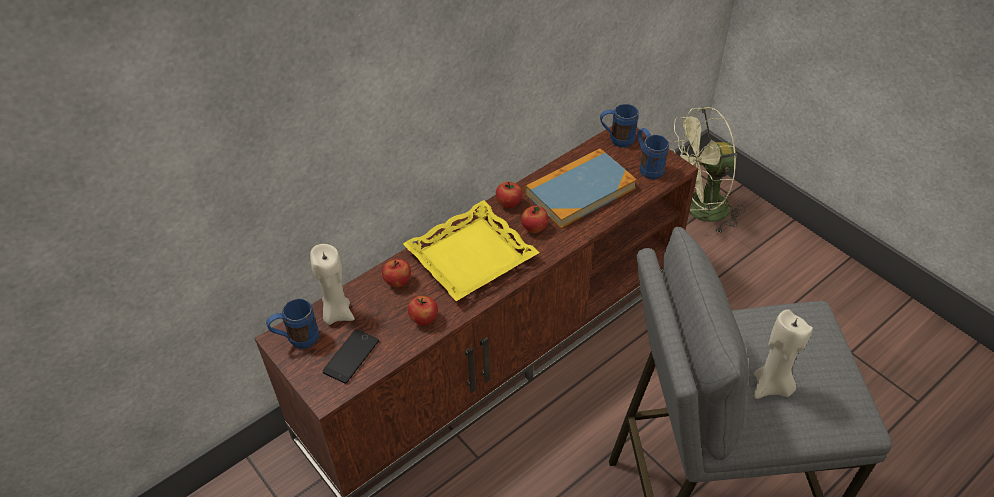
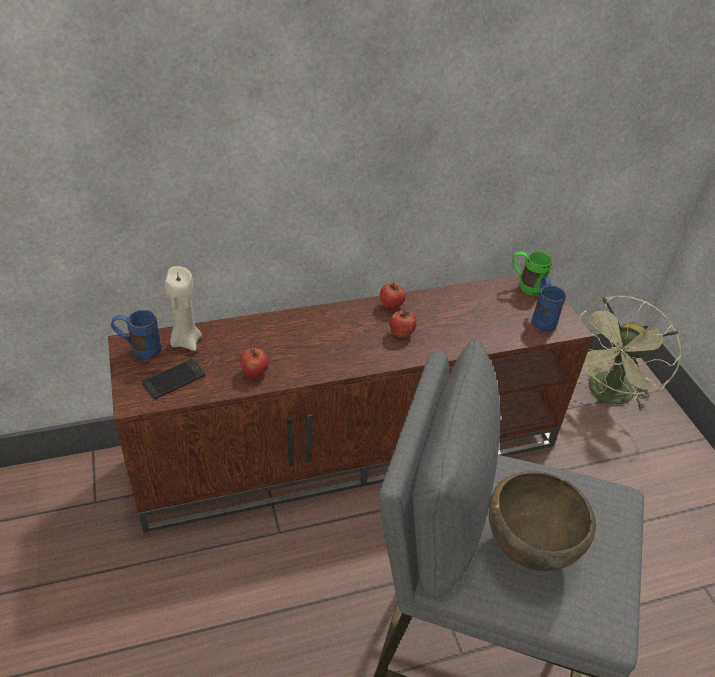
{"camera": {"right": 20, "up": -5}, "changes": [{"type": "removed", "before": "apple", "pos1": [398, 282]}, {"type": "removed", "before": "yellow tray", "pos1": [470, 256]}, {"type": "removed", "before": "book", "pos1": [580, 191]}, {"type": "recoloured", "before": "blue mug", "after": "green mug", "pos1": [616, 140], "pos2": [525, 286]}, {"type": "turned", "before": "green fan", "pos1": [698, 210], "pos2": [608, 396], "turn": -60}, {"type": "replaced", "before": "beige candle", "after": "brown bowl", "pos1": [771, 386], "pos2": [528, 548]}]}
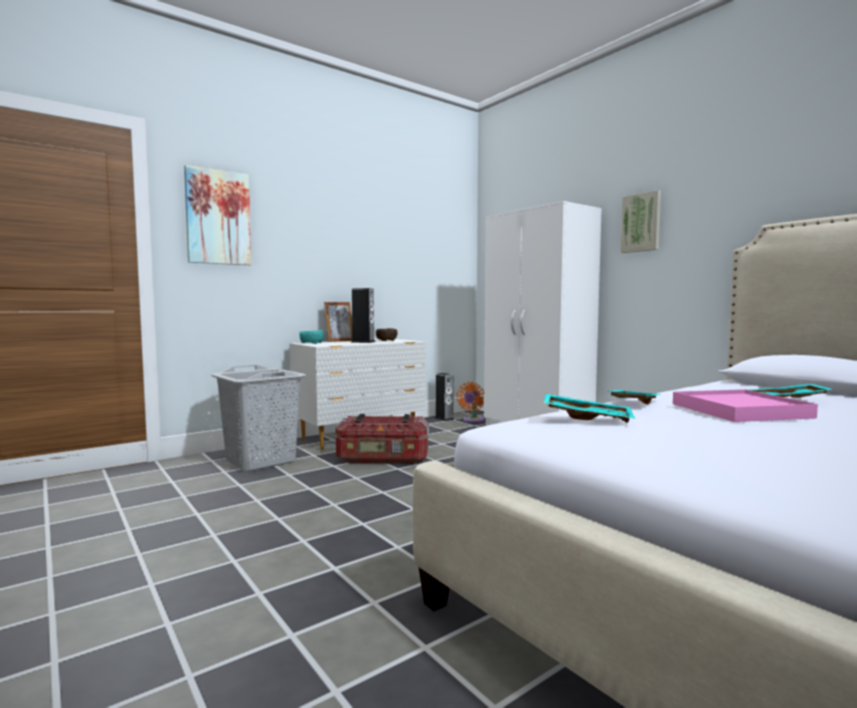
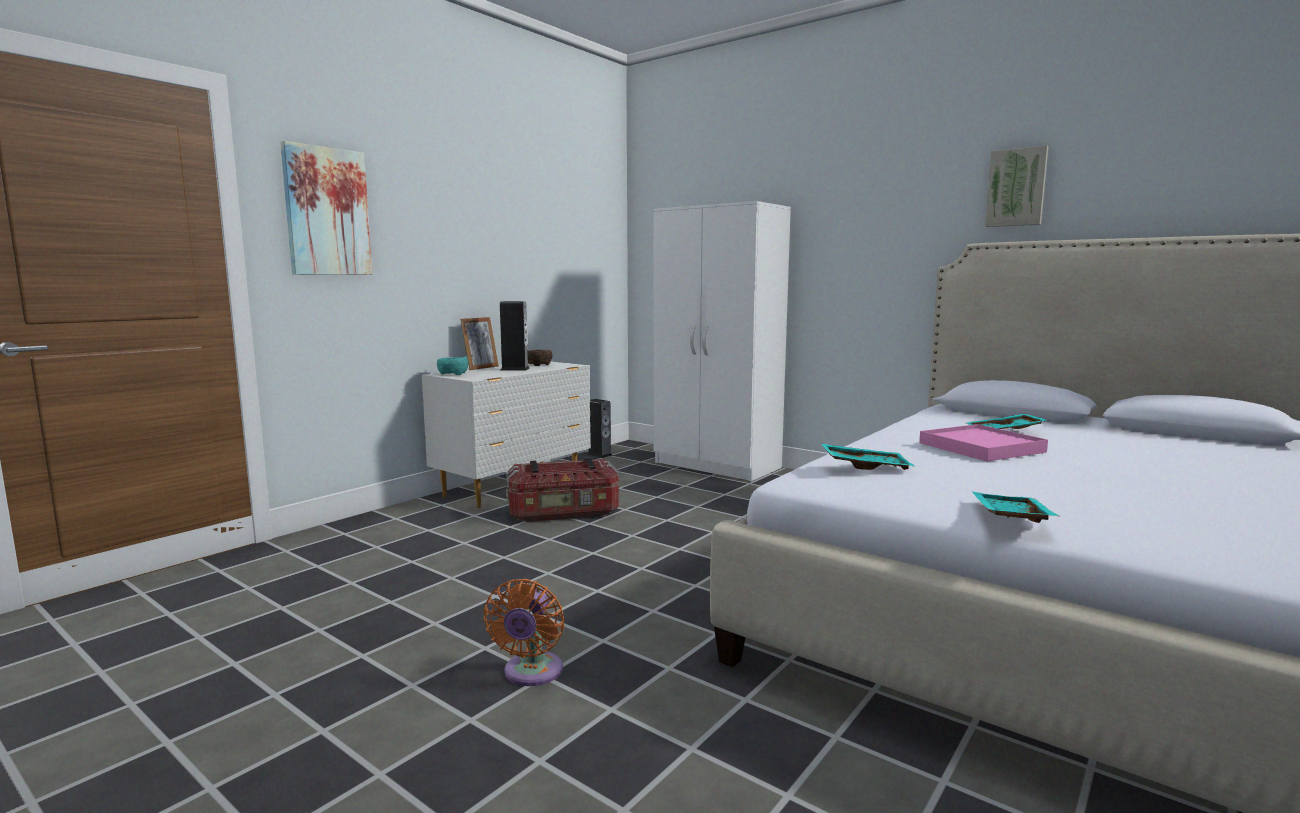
{"camera": {"right": -15, "up": 5}, "changes": [{"type": "removed", "before": "grey laundry basket", "pos1": [261, 461]}, {"type": "moved", "before": "orange fan", "pos1": [472, 421], "pos2": [531, 673]}, {"type": "moved", "before": "turquoise tray", "pos1": [632, 403], "pos2": [1008, 518]}, {"type": "moved", "before": "picture", "pos1": [641, 222], "pos2": [1016, 188]}]}
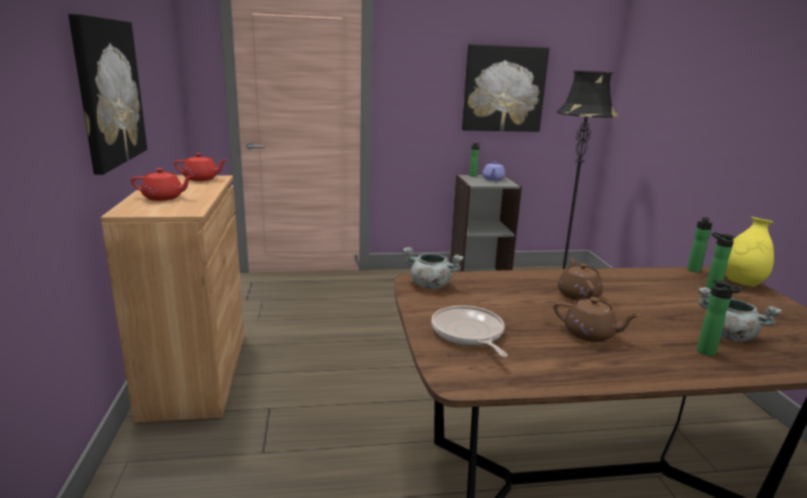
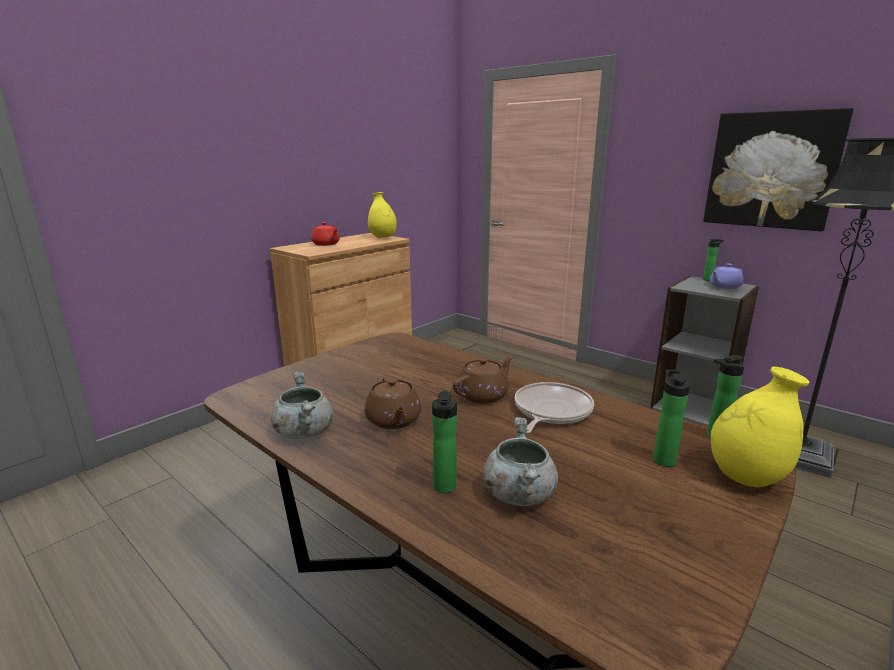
{"camera": {"right": 50, "up": 0}, "changes": [{"type": "removed", "before": "picture", "pos1": [108, 92]}, {"type": "replaced", "before": "red teapot", "after": "yellow vase", "pos1": [201, 179], "pos2": [383, 238]}, {"type": "moved", "before": "grey cooking pot", "pos1": [430, 285], "pos2": [304, 432]}, {"type": "moved", "before": "frying pan", "pos1": [468, 333], "pos2": [550, 411]}]}
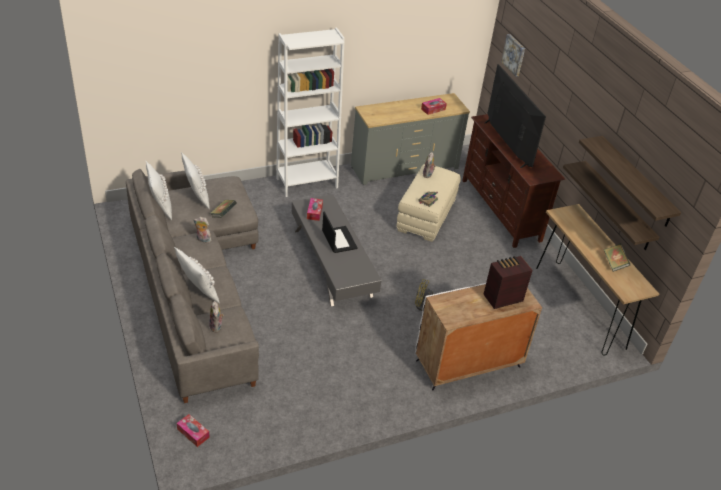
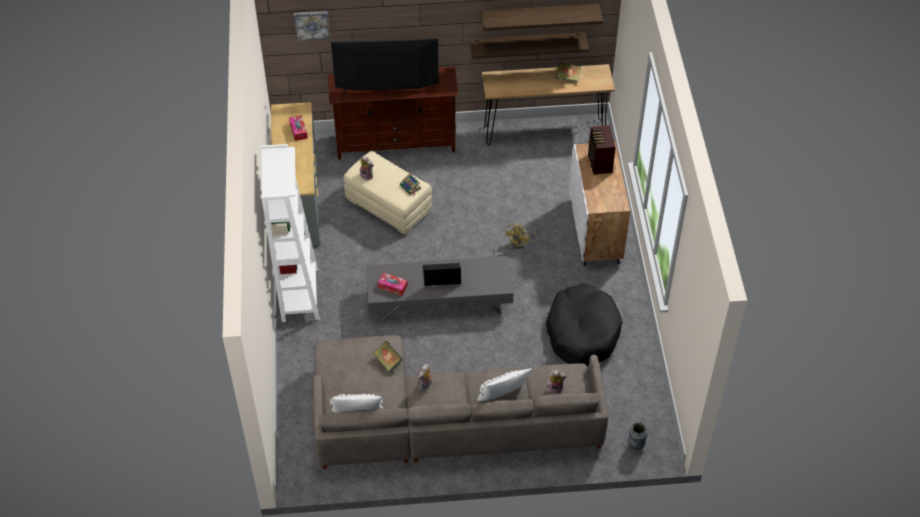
{"camera": {"right": -70, "up": 10}, "changes": [{"type": "replaced", "before": "tissue box", "after": "vase", "pos1": [193, 433], "pos2": [636, 444]}, {"type": "removed", "before": "white pillow", "pos1": [196, 197]}, {"type": "added", "after": "black dog bed", "pos2": [582, 332]}]}
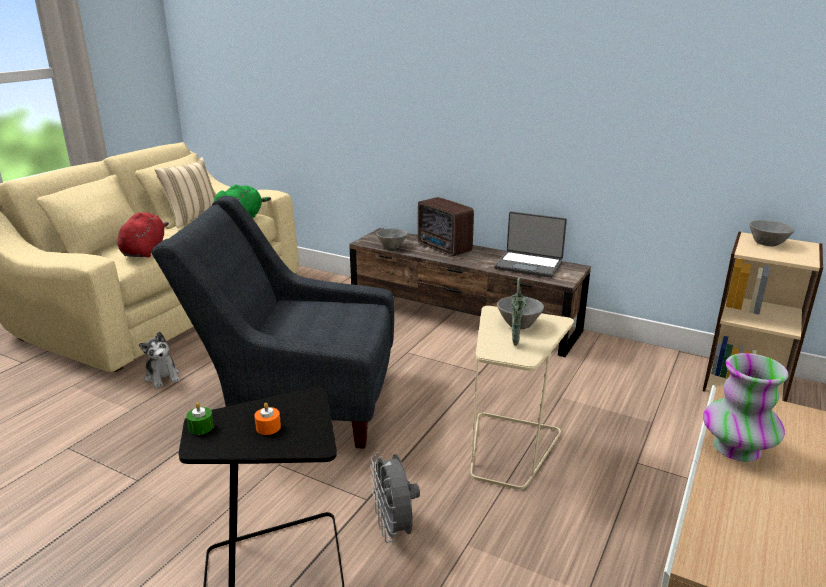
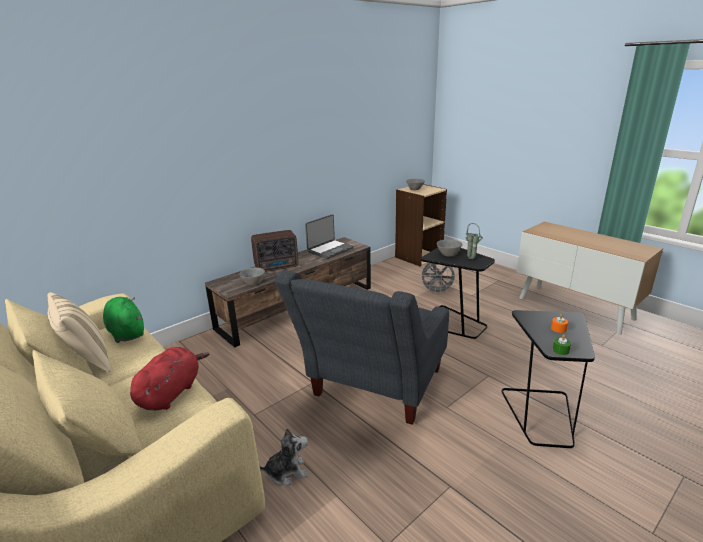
{"camera": {"right": -70, "up": 0}, "changes": [{"type": "turned", "before": "red plush toy", "pos1": [144, 251], "pos2": [171, 392], "turn": 90}, {"type": "moved", "before": "grey fan", "pos1": [394, 529], "pos2": [437, 292]}, {"type": "recoloured", "before": "beige side table", "after": "black side table", "pos1": [509, 449], "pos2": [453, 323]}, {"type": "removed", "before": "vase", "pos1": [736, 448]}]}
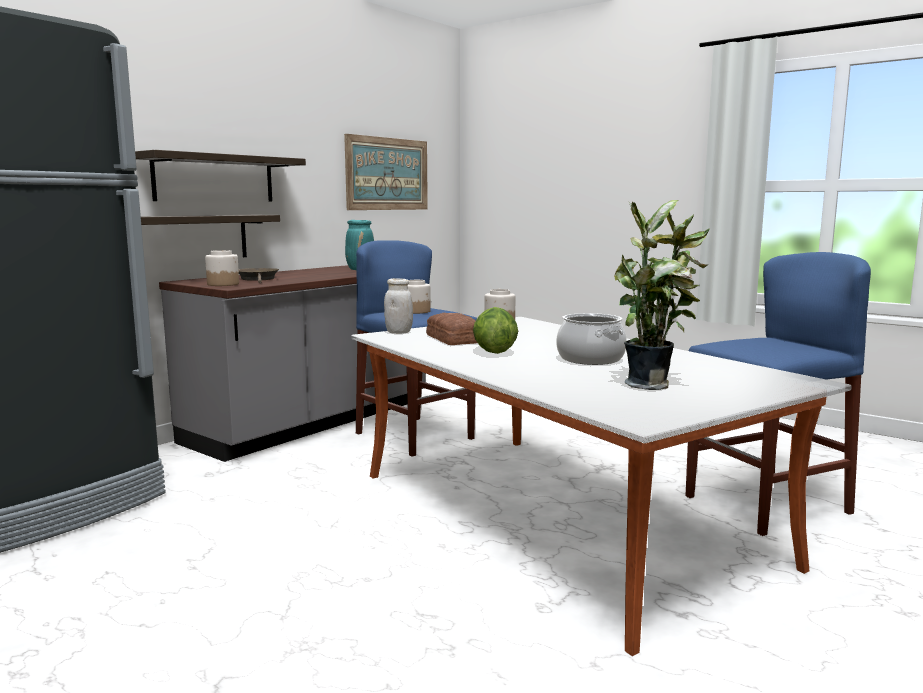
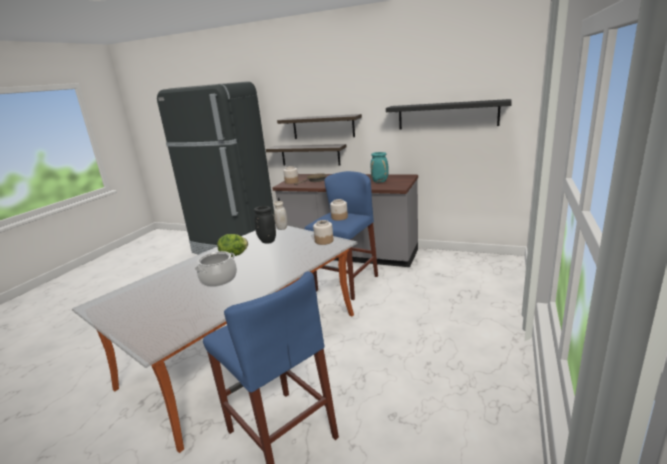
{"camera": {"right": 75, "up": 10}, "changes": [{"type": "replaced", "before": "picture", "after": "black shelf", "pos1": [387, 174], "pos2": [447, 115]}, {"type": "replaced", "before": "bread", "after": "black vase", "pos1": [452, 339], "pos2": [267, 241]}, {"type": "removed", "before": "potted plant", "pos1": [652, 385]}]}
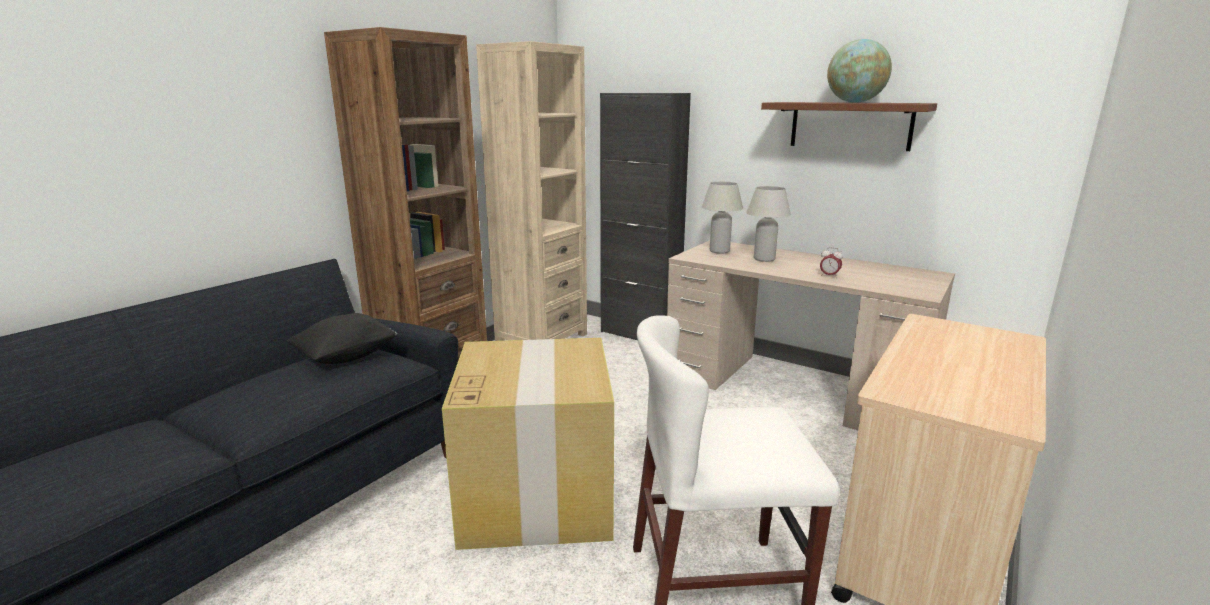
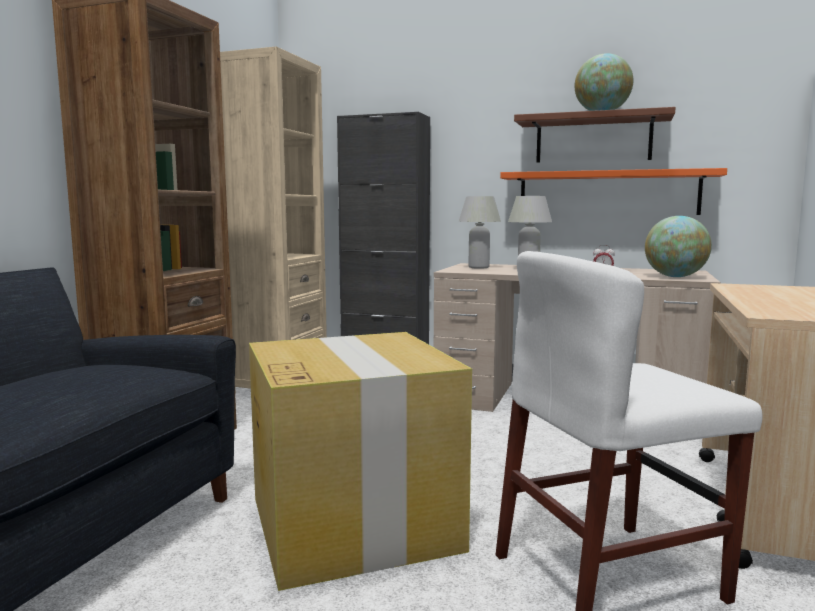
{"camera": {"right": -15, "up": -10}, "changes": [{"type": "removed", "before": "black pillow", "pos1": [346, 357]}, {"type": "added", "after": "orange shelf", "pos2": [607, 193]}, {"type": "added", "after": "globe", "pos2": [675, 277]}]}
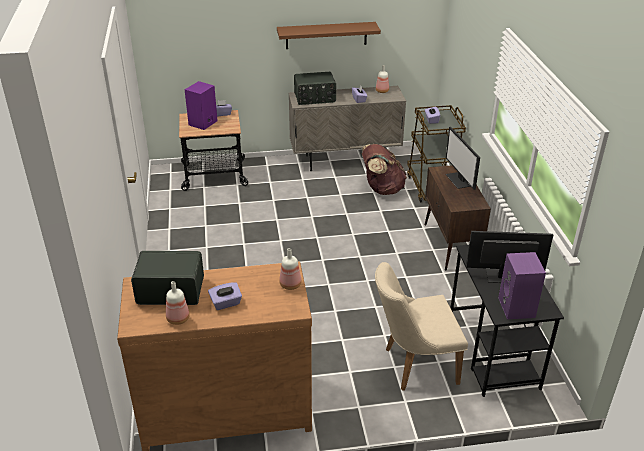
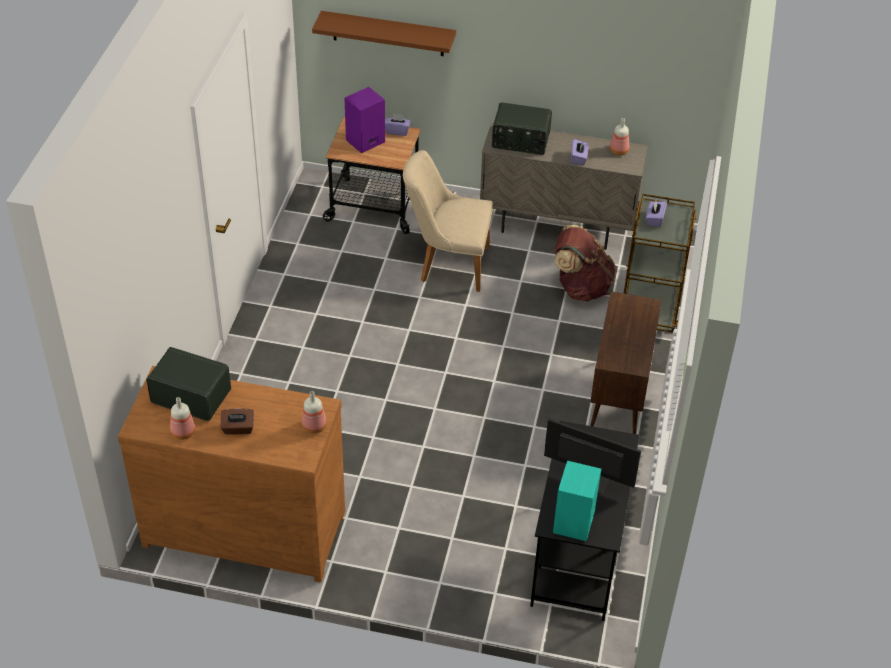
{"camera": {"right": 20, "up": 10}, "changes": [{"type": "recoloured", "before": "purple tissue box", "after": "brown tissue box", "pos1": [226, 303], "pos2": [238, 429]}, {"type": "moved", "before": "brown shelf", "pos1": [326, 35], "pos2": [388, 33]}, {"type": "moved", "before": "beige chair", "pos1": [413, 365], "pos2": [447, 264]}, {"type": "removed", "before": "monitor", "pos1": [459, 180]}, {"type": "recoloured", "before": "purple speaker", "after": "turquoise speaker", "pos1": [517, 308], "pos2": [574, 523]}]}
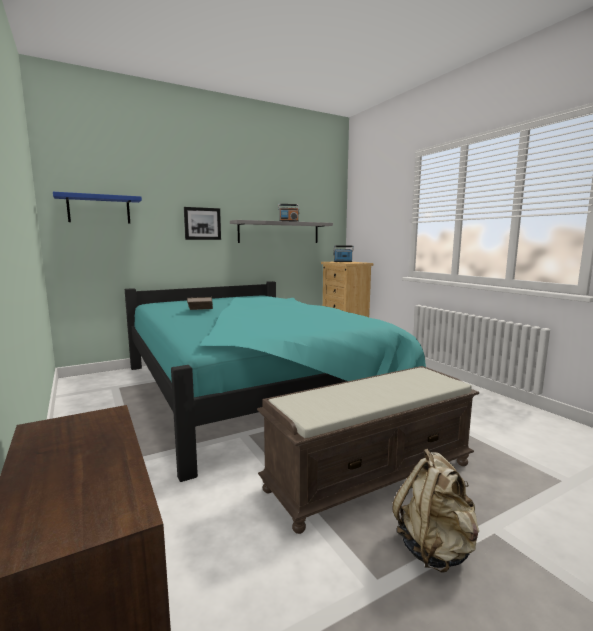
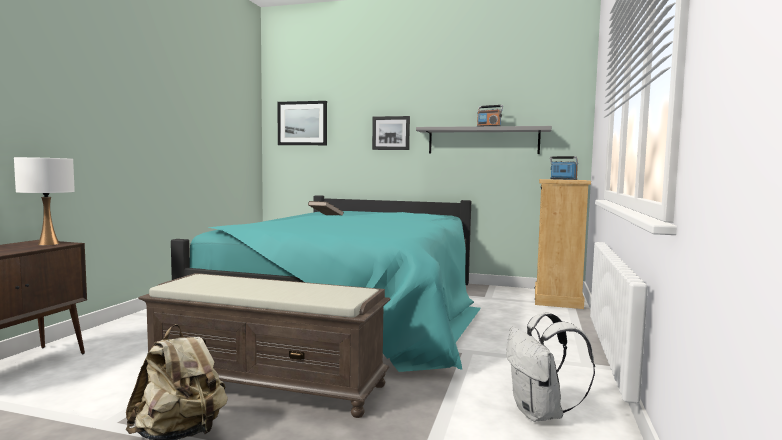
{"camera": {"right": 45, "up": -5}, "changes": [{"type": "replaced", "before": "blue shelf", "after": "picture", "pos1": [99, 209], "pos2": [302, 123]}, {"type": "added", "after": "white table lamp", "pos2": [49, 244]}, {"type": "added", "after": "white backpack", "pos2": [541, 414]}]}
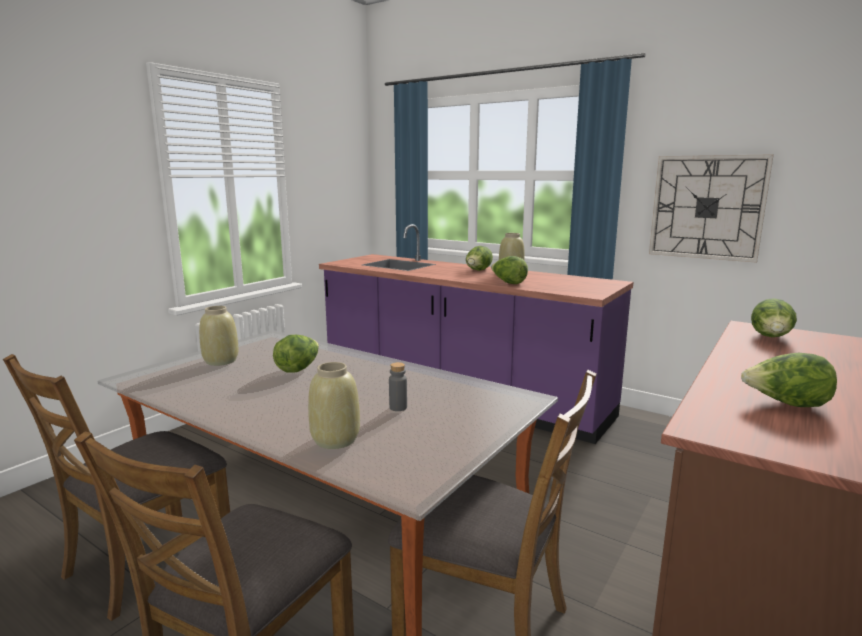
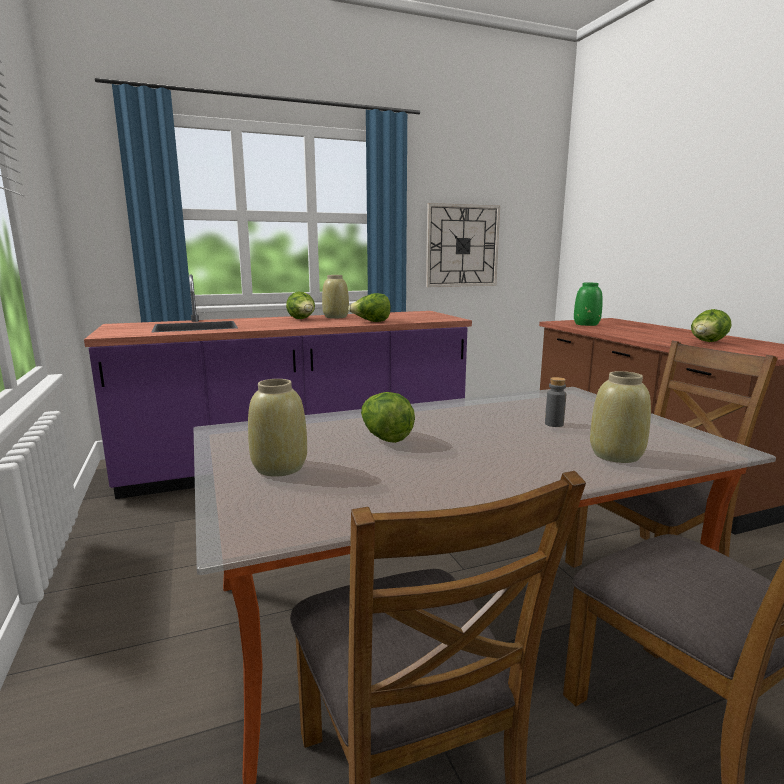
{"camera": {"right": -55, "up": 0}, "changes": [{"type": "replaced", "before": "lettuce", "after": "green vase", "pos1": [771, 338], "pos2": [586, 324]}]}
